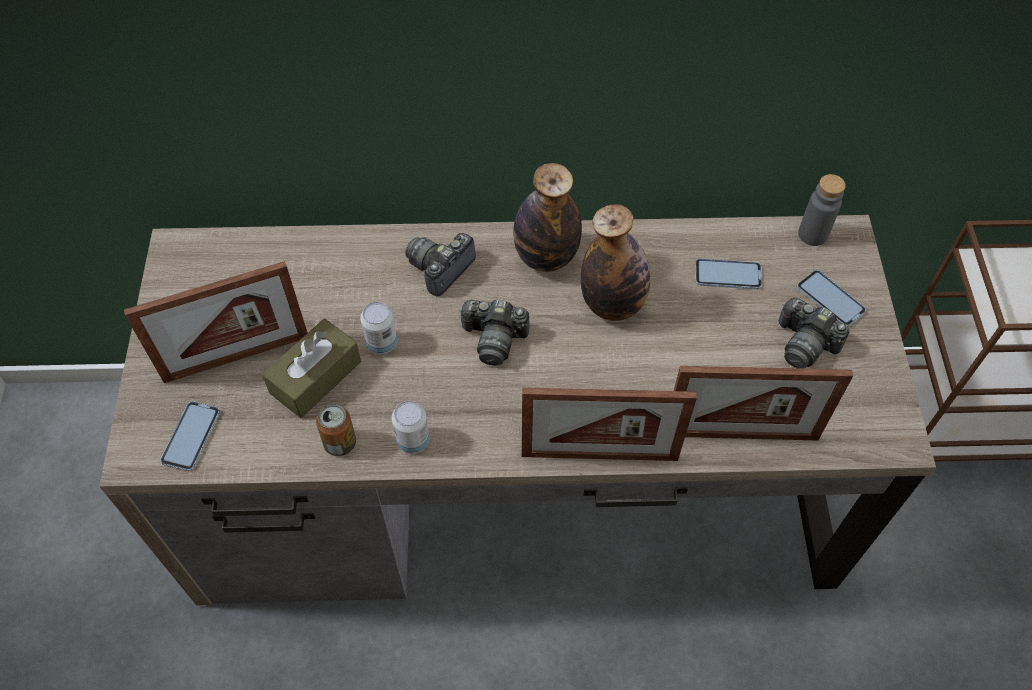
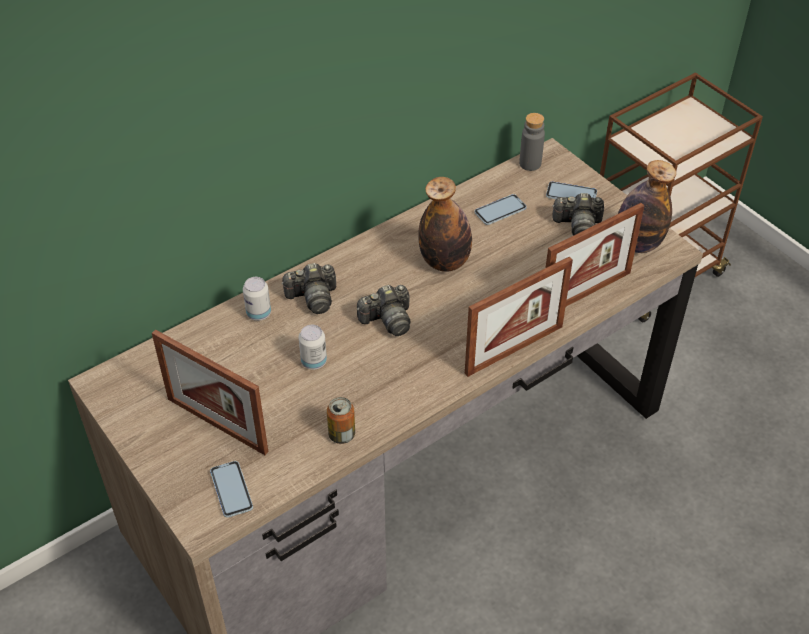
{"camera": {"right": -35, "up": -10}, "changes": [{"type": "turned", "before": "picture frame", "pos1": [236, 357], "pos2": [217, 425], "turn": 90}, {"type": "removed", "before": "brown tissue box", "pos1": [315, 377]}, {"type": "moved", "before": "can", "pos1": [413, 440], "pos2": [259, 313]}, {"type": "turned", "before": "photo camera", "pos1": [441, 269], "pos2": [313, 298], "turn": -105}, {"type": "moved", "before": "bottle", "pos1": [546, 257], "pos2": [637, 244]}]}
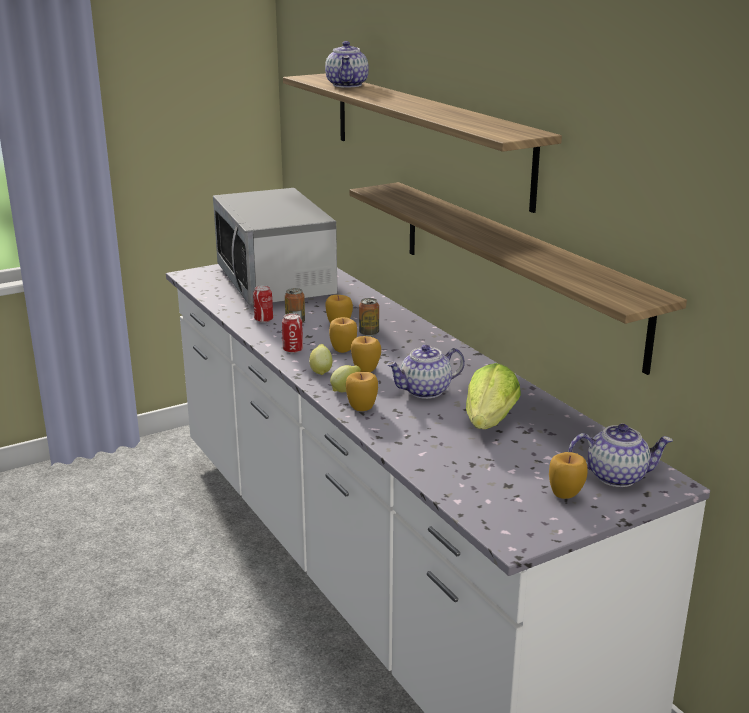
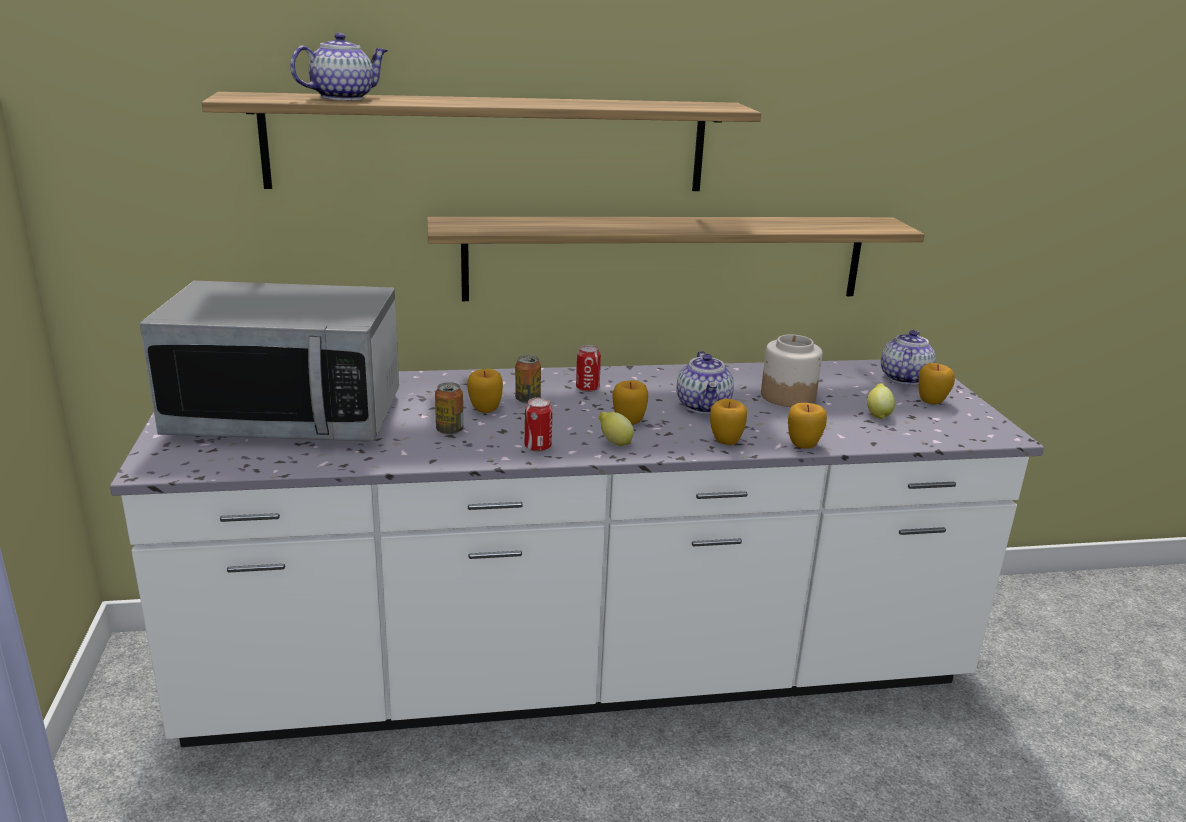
{"camera": {"right": -70, "up": 0}, "changes": [{"type": "moved", "before": "can", "pos1": [263, 319], "pos2": [587, 388]}, {"type": "turned", "before": "teapot", "pos1": [347, 85], "pos2": [343, 97], "turn": -60}, {"type": "moved", "before": "apple", "pos1": [343, 350], "pos2": [803, 444]}, {"type": "moved", "before": "lemon", "pos1": [345, 390], "pos2": [878, 415]}, {"type": "replaced", "before": "lettuce", "after": "jar", "pos1": [489, 422], "pos2": [787, 396]}]}
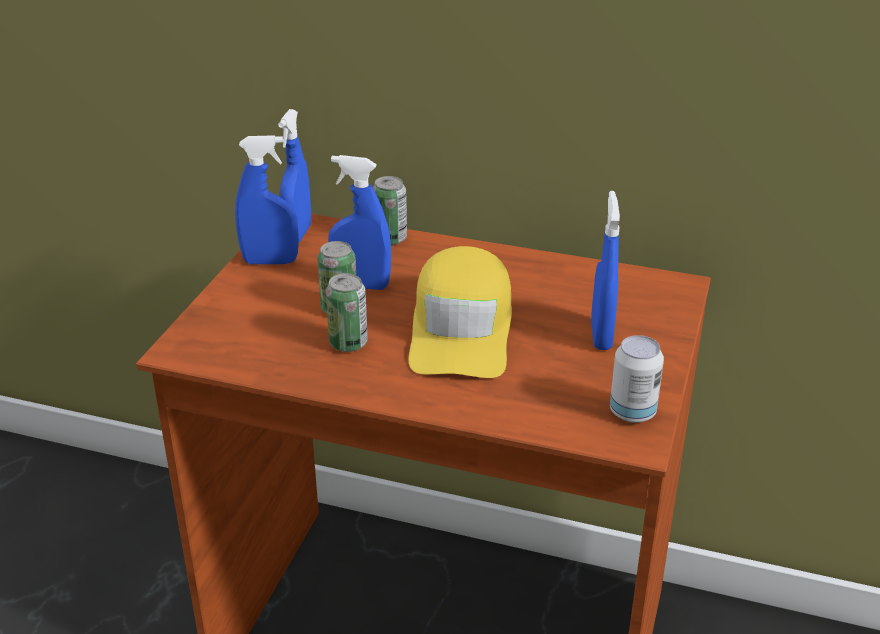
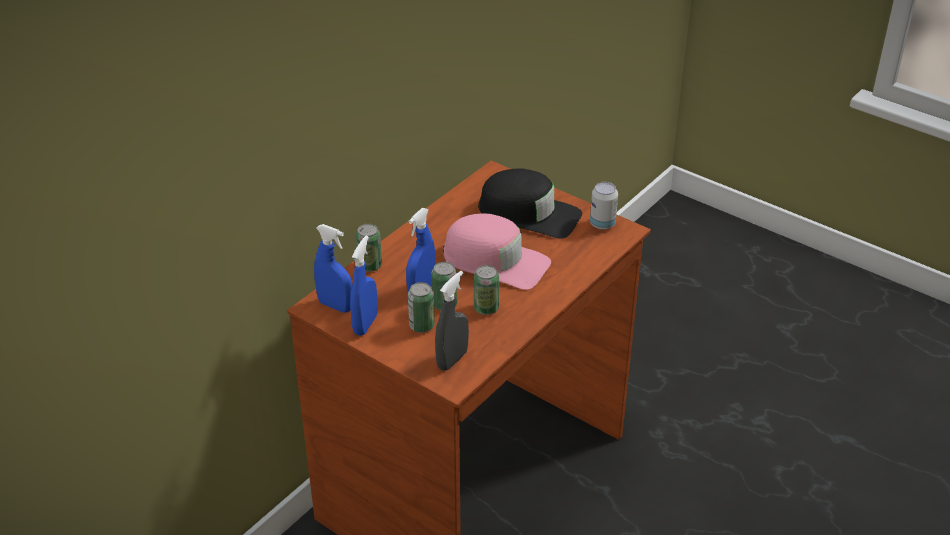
{"camera": {"right": -70, "up": 5}, "changes": [{"type": "recoloured", "before": "yellow cap", "after": "pink cap", "pos1": [462, 329], "pos2": [495, 261]}, {"type": "replaced", "before": "blue spray bottle", "after": "black cap", "pos1": [601, 335], "pos2": [529, 214]}, {"type": "added", "after": "can", "pos2": [421, 326]}, {"type": "added", "after": "grey spray bottle", "pos2": [452, 360]}]}
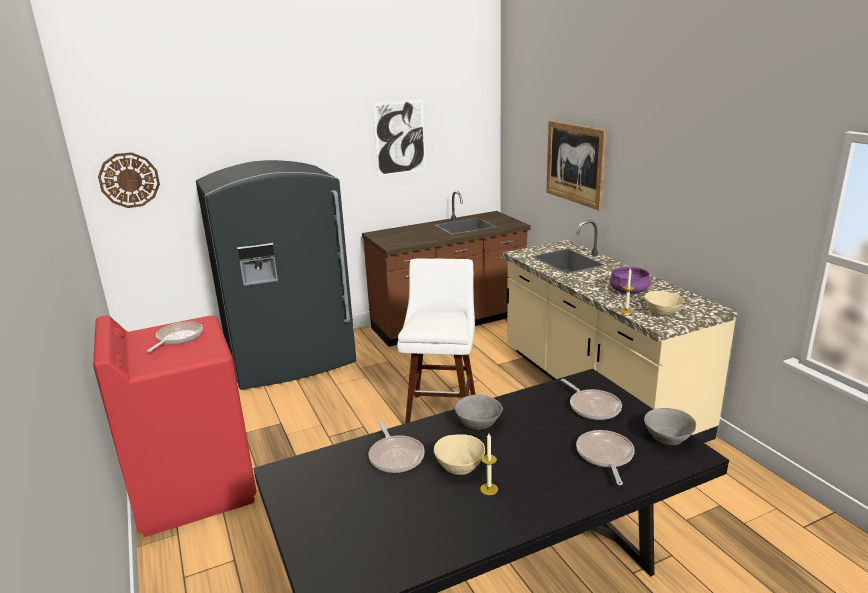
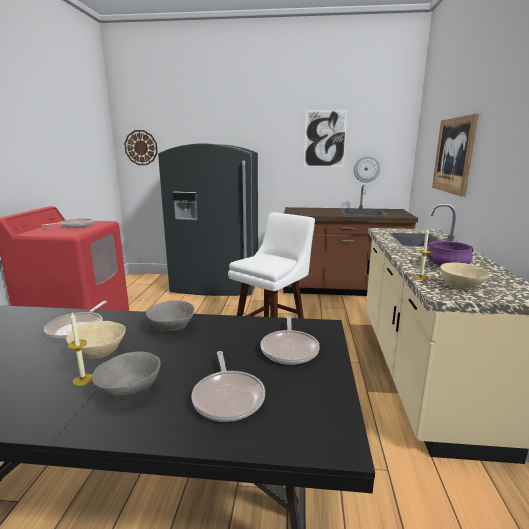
{"camera": {"right": 30, "up": -5}, "changes": [{"type": "turned", "before": "frying pan", "pos1": [605, 456], "pos2": [228, 397], "turn": 135}, {"type": "moved", "before": "grey bowl", "pos1": [667, 438], "pos2": [130, 390]}, {"type": "added", "after": "wall clock", "pos2": [366, 169]}]}
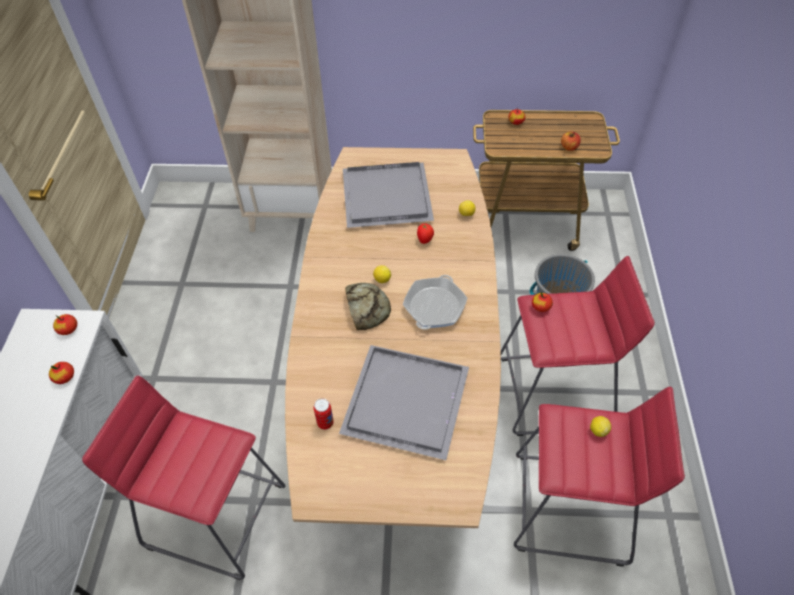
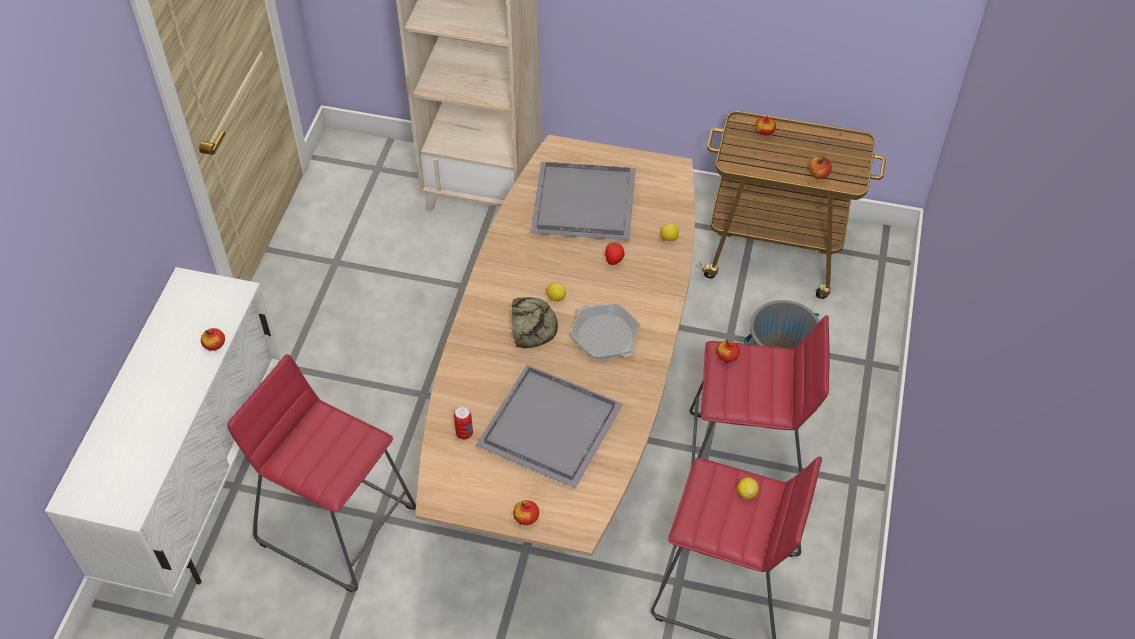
{"camera": {"right": 10, "up": 0}, "changes": [{"type": "moved", "before": "apple", "pos1": [68, 329], "pos2": [526, 517]}, {"type": "turned", "before": "frying pan", "pos1": [434, 307], "pos2": [605, 336], "turn": 105}]}
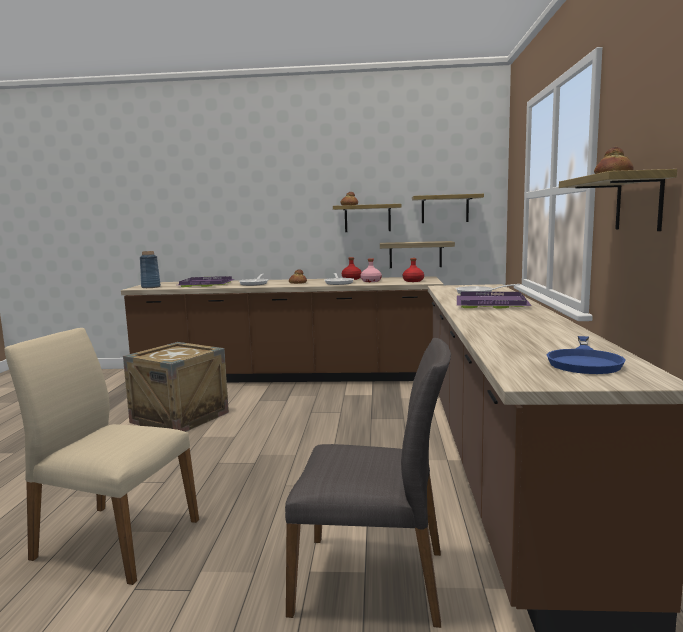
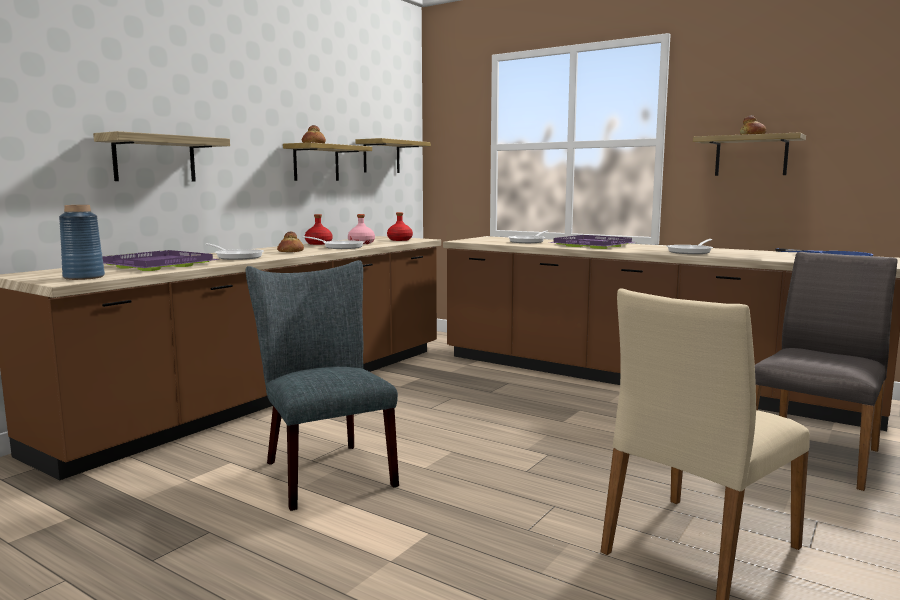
{"camera": {"right": -60, "up": 0}, "changes": [{"type": "replaced", "before": "crate", "after": "grey chair", "pos1": [180, 417], "pos2": [324, 470]}, {"type": "moved", "before": "shelf", "pos1": [415, 254], "pos2": [155, 159]}, {"type": "added", "after": "frying pan", "pos2": [691, 252]}]}
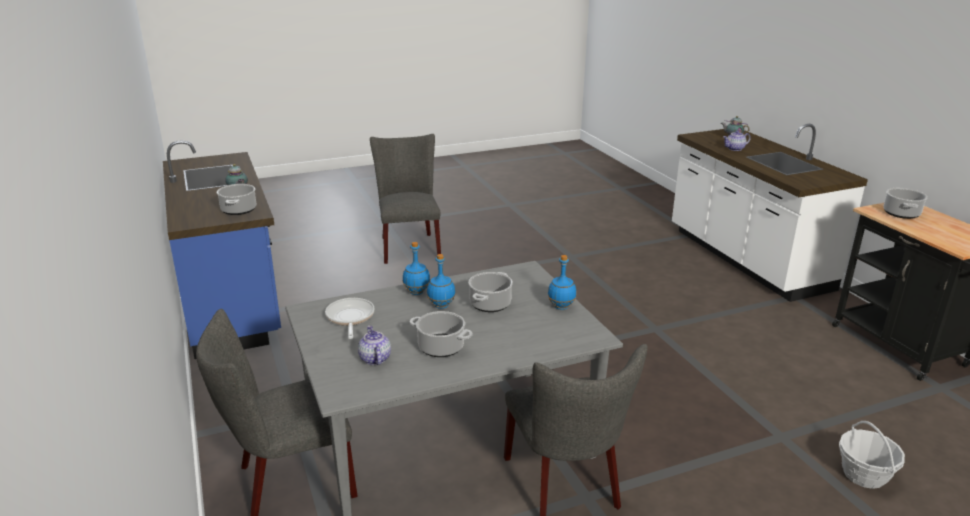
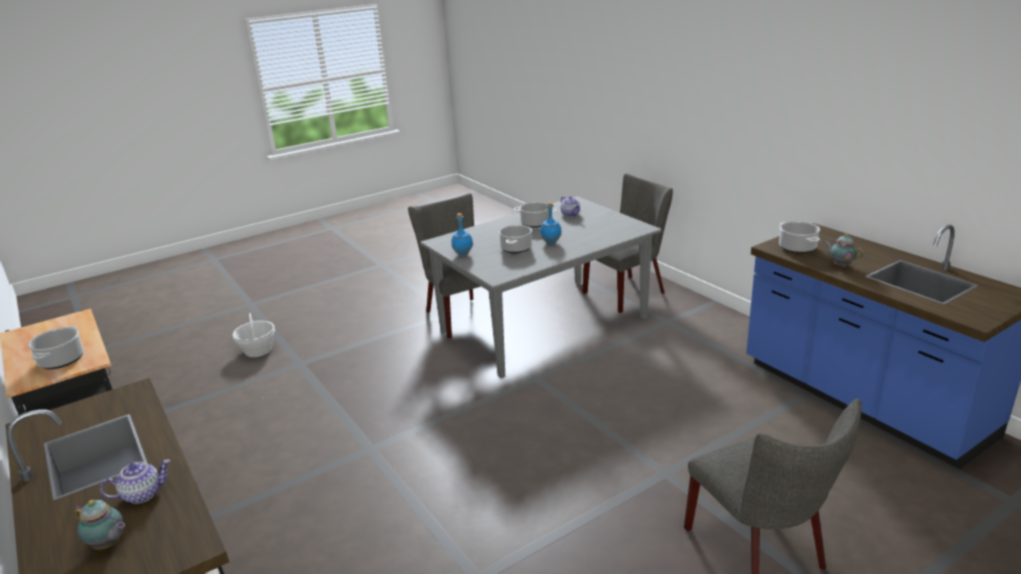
{"camera": {"right": 170, "up": 0}, "changes": [{"type": "removed", "before": "frying pan", "pos1": [350, 318]}, {"type": "removed", "before": "blue bottle", "pos1": [416, 292]}]}
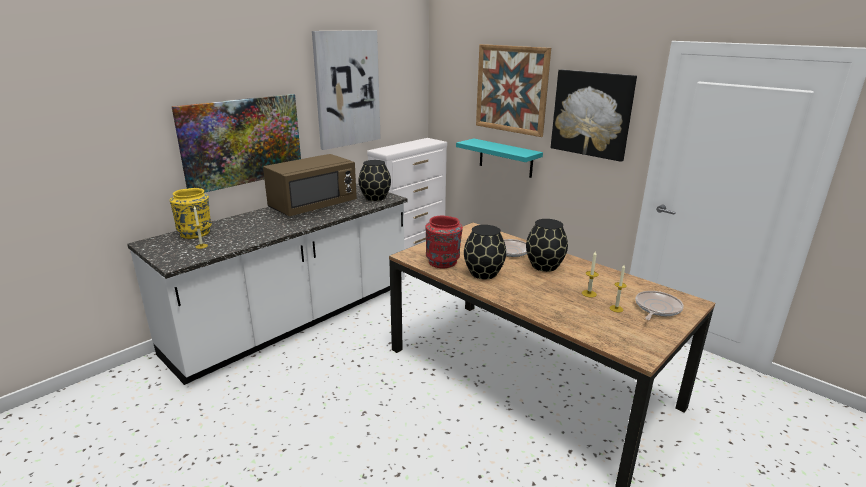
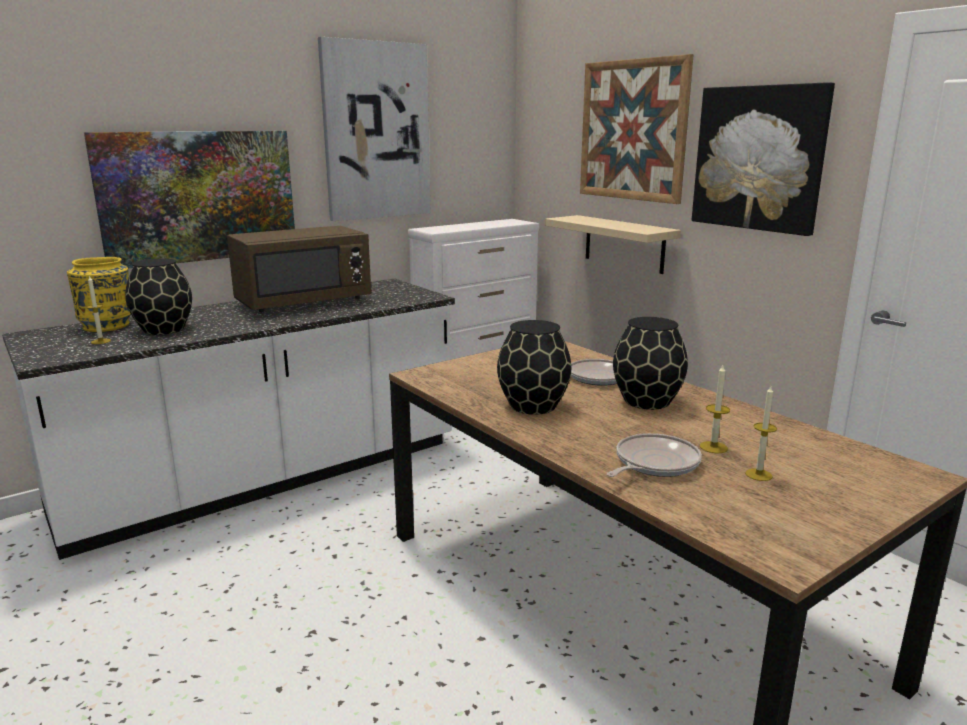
{"camera": {"right": 10, "up": -5}, "changes": [{"type": "moved", "before": "black vase", "pos1": [375, 197], "pos2": [163, 329]}, {"type": "removed", "before": "red vase", "pos1": [443, 262]}, {"type": "recoloured", "before": "turquoise shelf", "after": "beige shelf", "pos1": [505, 158], "pos2": [624, 244]}, {"type": "moved", "before": "frying pan", "pos1": [656, 308], "pos2": [653, 463]}]}
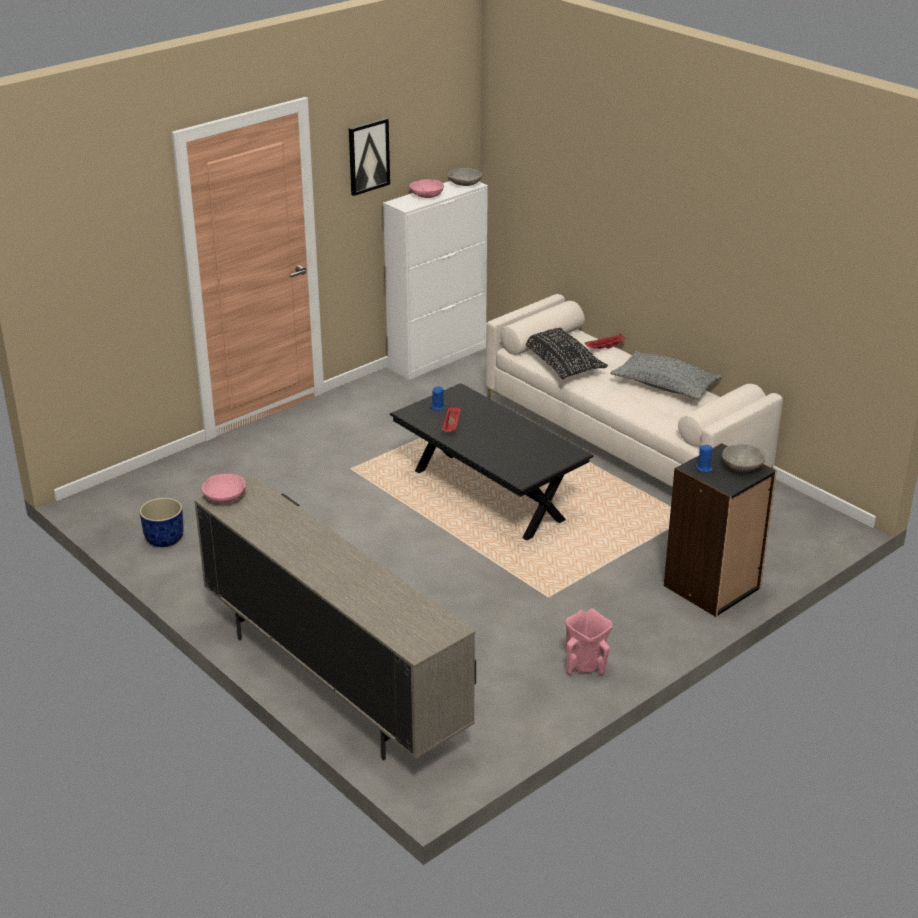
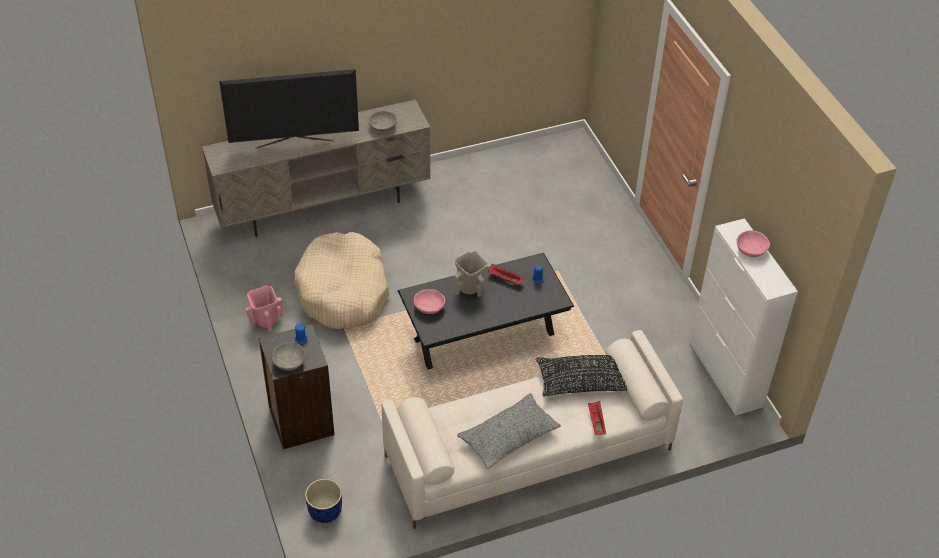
{"camera": {"right": 110, "up": 15}, "changes": [{"type": "moved", "before": "blue planter", "pos1": [164, 538], "pos2": [325, 511]}, {"type": "moved", "before": "pink bowl", "pos1": [225, 497], "pos2": [429, 307]}, {"type": "removed", "before": "picture", "pos1": [368, 156]}, {"type": "moved", "before": "grey bowl", "pos1": [464, 184], "pos2": [383, 126]}, {"type": "added", "after": "television", "pos2": [294, 143]}, {"type": "added", "after": "beige dog bed", "pos2": [343, 291]}, {"type": "added", "after": "beige vase", "pos2": [470, 288]}]}
